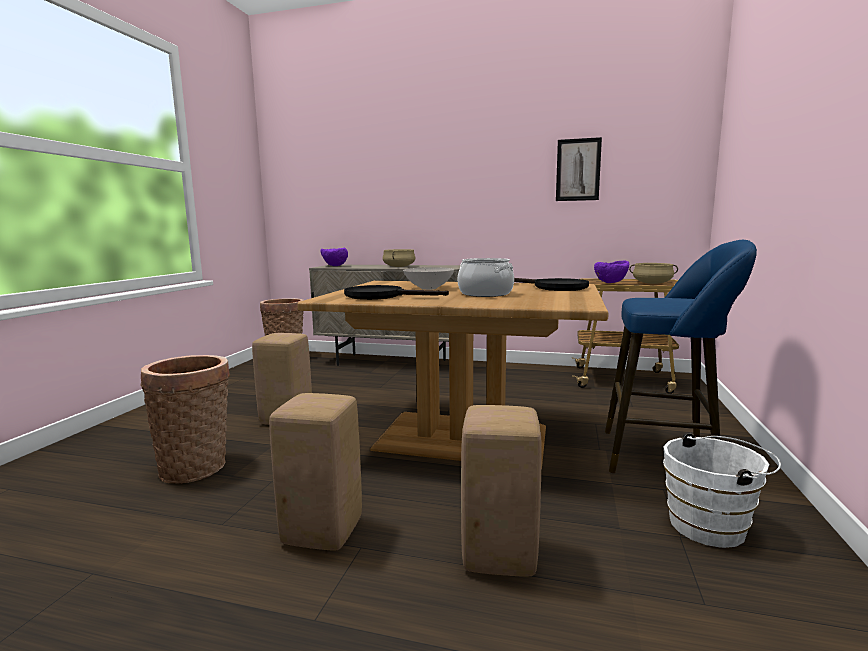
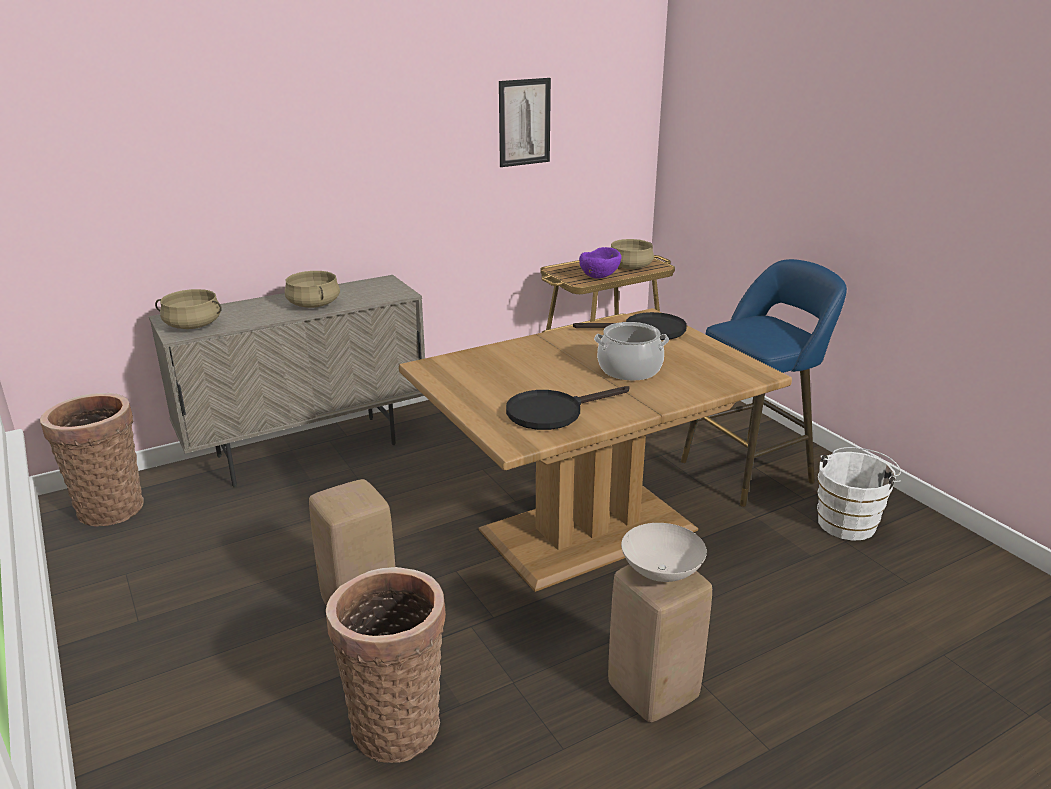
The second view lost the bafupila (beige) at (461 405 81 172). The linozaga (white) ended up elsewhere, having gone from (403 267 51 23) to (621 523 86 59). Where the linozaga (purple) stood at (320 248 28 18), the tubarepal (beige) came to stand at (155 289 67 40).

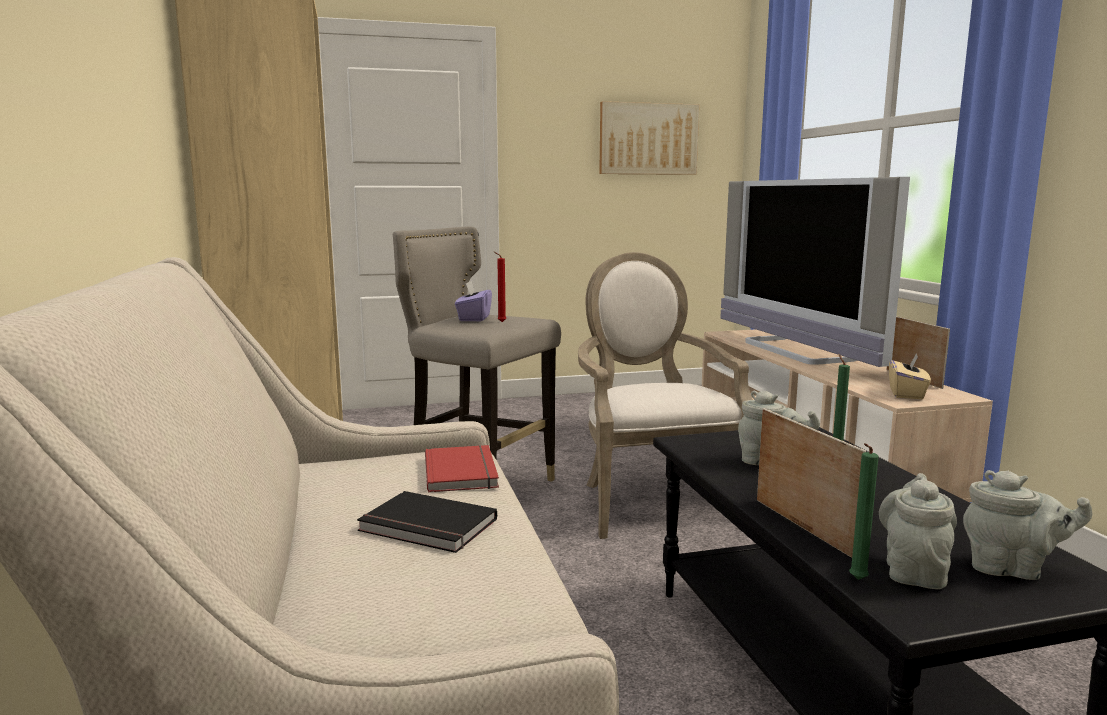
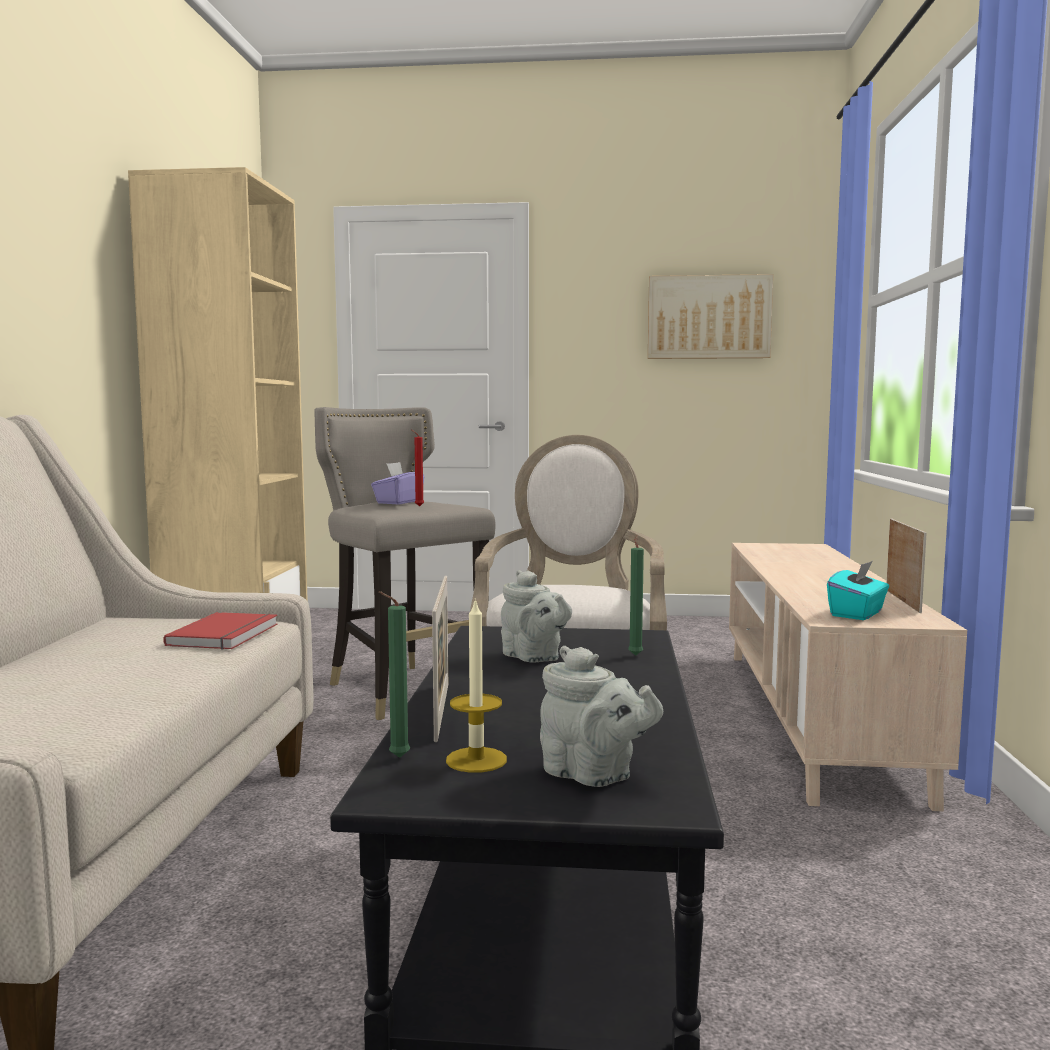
The second view lost the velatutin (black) at (357 491 140 62). The second view lost the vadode at (720 177 190 190). Where the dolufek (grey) stood at (879 473 78 116), the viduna came to stand at (446 598 61 175). What was the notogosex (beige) at (889 354 42 45) turned into the notogosex (turquoise) at (827 561 62 59).

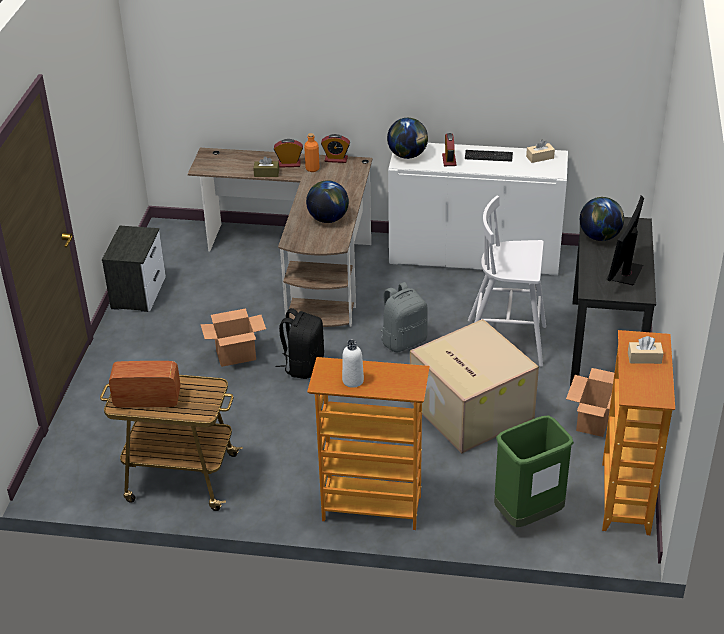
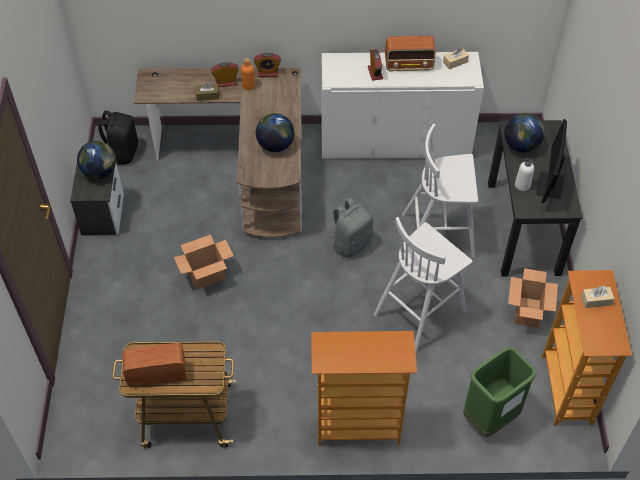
The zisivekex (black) ended up elsewhere, having gone from (276 308 48 71) to (98 110 40 55). The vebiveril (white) ended up elsewhere, having gone from (342 340 22 48) to (515 158 19 33). The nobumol ended up elsewhere, having gone from (387 118 41 41) to (77 141 39 38). Where the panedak stood at (410 319 129 134), the bafupila (white) came to stand at (374 217 98 136). Where the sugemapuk stood at (465 150 48 12), the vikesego came to stand at (385 36 51 35).

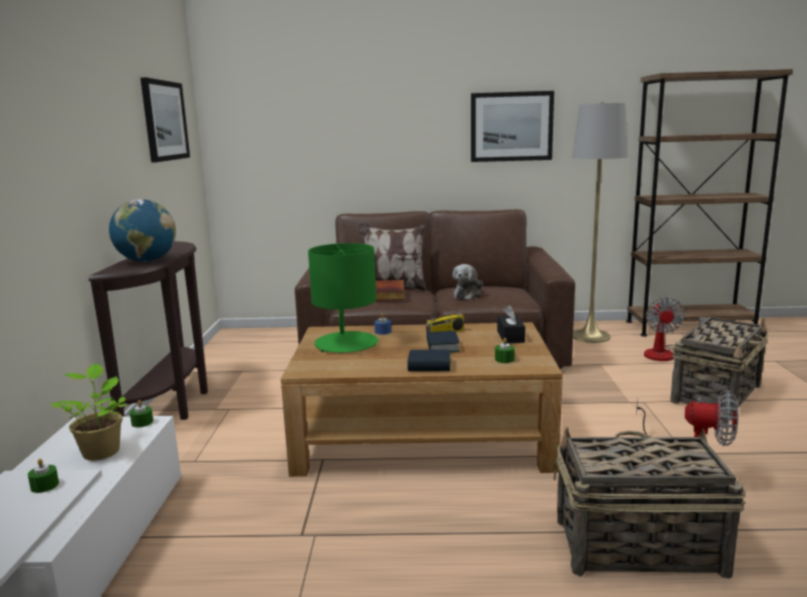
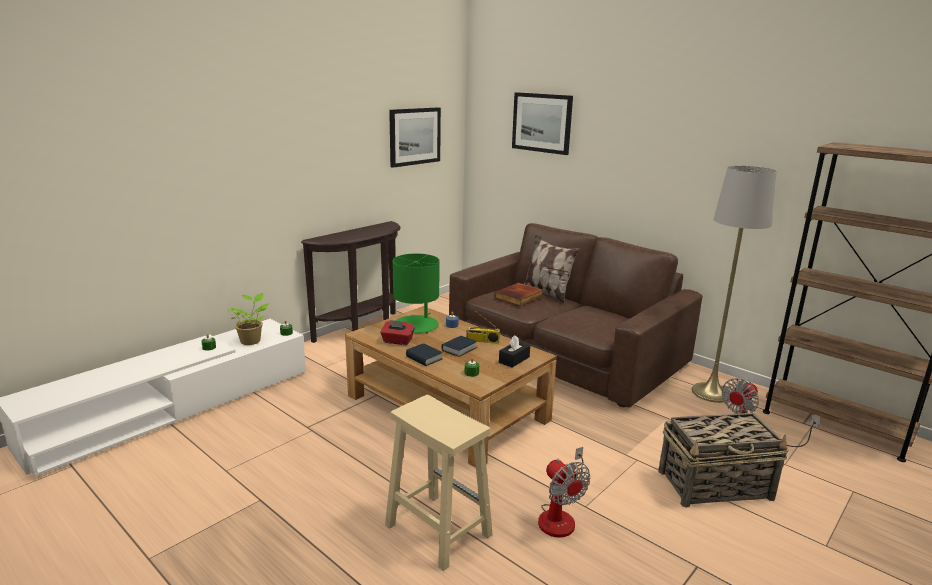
The second view lost the nobumol at (109 199 67 63). The second view lost the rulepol at (453 264 30 36). The second view gained the notogosex (red) at (380 320 35 25). The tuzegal ended up elsewhere, having gone from (471 91 83 71) to (512 92 61 63). Where the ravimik stood at (554 427 192 151), the bafupila (beige) came to stand at (385 395 108 176).

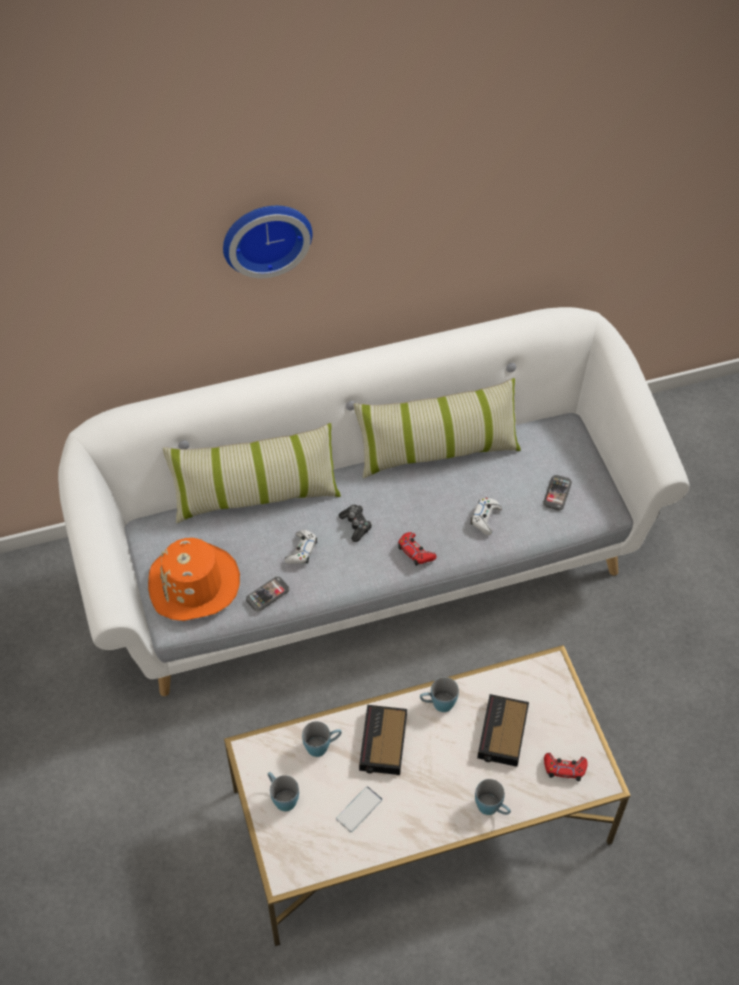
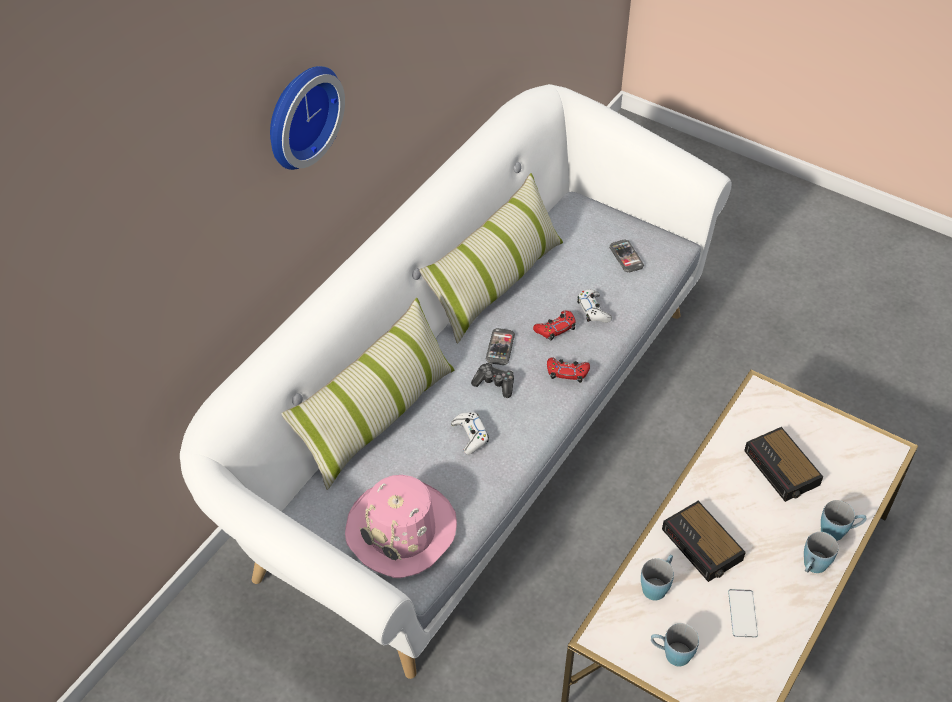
The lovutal ended up elsewhere, having gone from (246 577 43 35) to (486 328 29 37). The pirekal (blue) ended up elsewhere, having gone from (420 677 39 35) to (804 532 34 41). The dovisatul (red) ended up elsewhere, having gone from (544 753 44 28) to (533 311 43 30). What was the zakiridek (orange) at (148 538 92 83) turned into the zakiridek (pink) at (345 475 112 103).

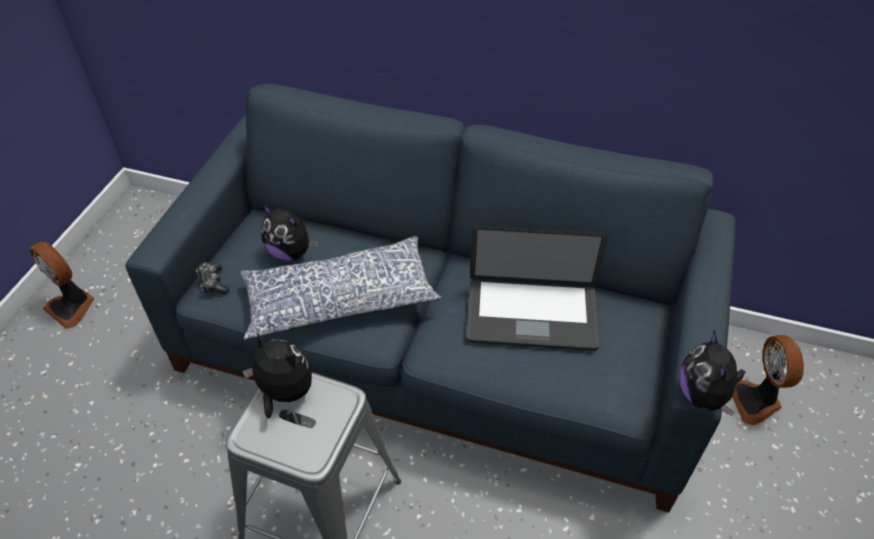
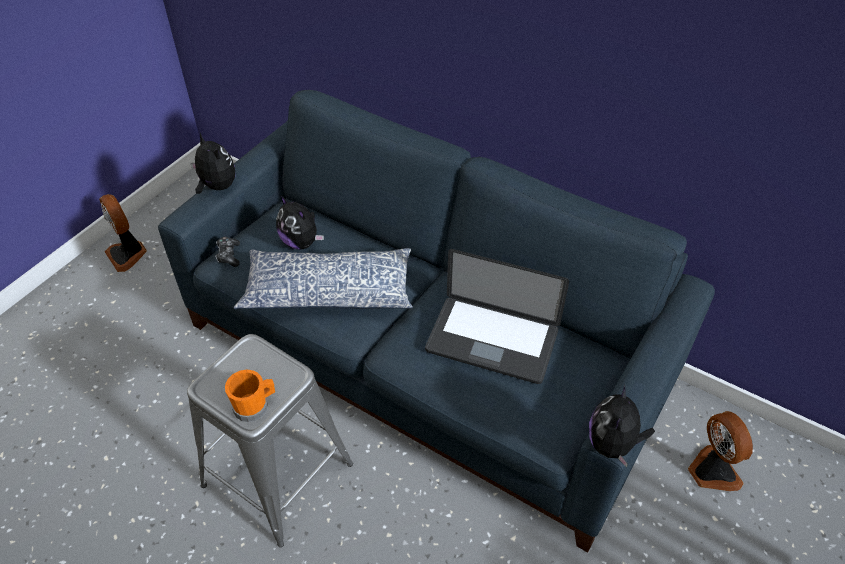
The second view gained the pirekal (orange) at (225 370 50 52). The rulepol ended up elsewhere, having gone from (242 332 70 87) to (191 133 44 61). The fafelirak at (732 335 72 90) ended up facing another way, 150 degrees clockwise from before.

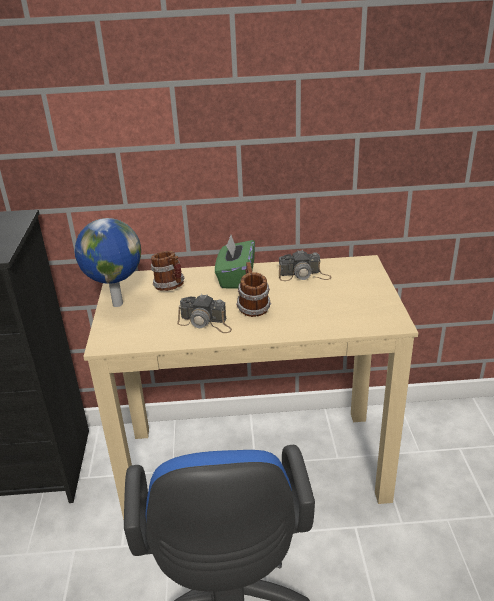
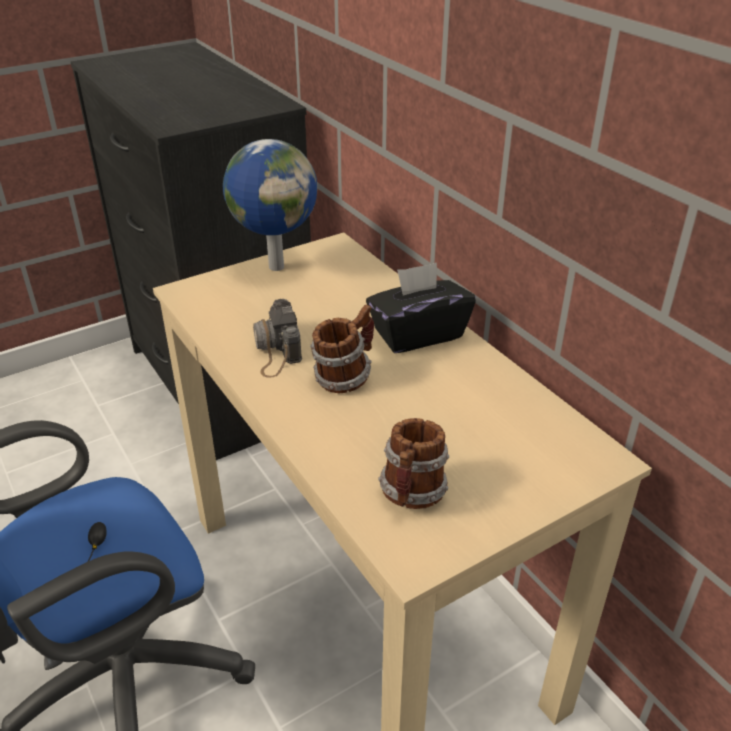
The second view lost the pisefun at (279 250 53 31). The pirekal ended up elsewhere, having gone from (151 251 34 40) to (378 418 71 91). What was the notogosex (green) at (215 235 40 54) turned into the notogosex (black) at (366 263 110 90).

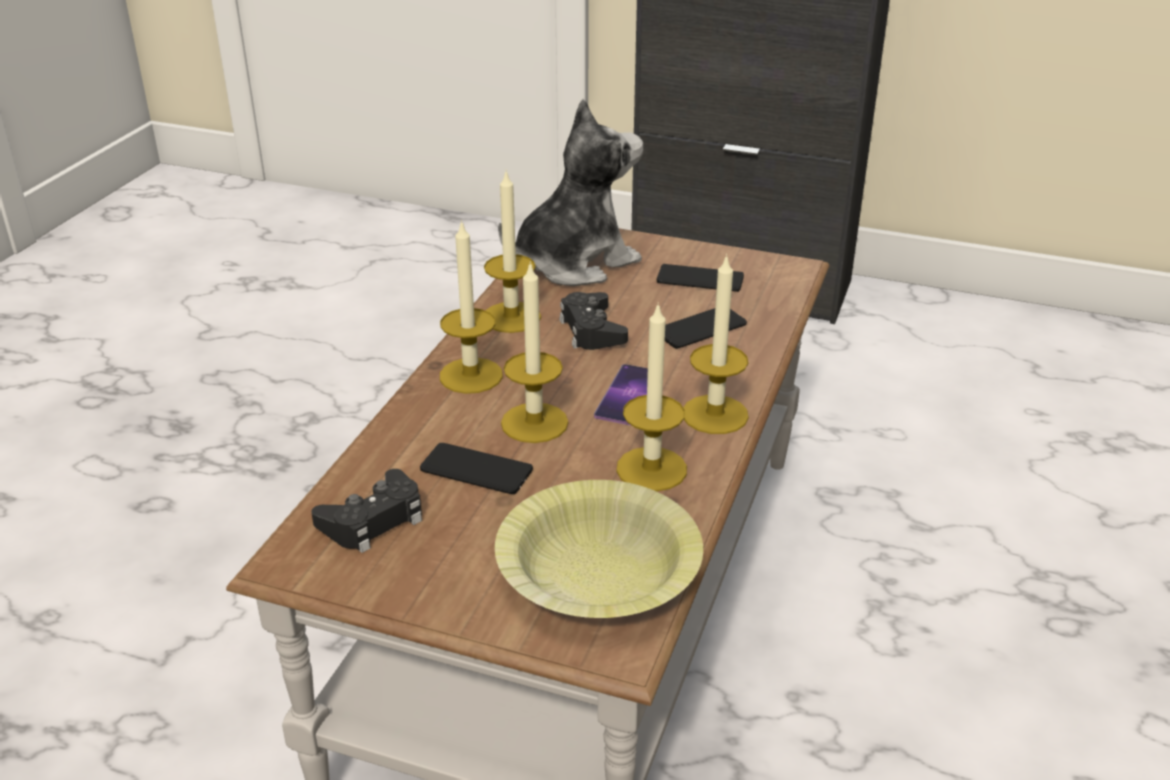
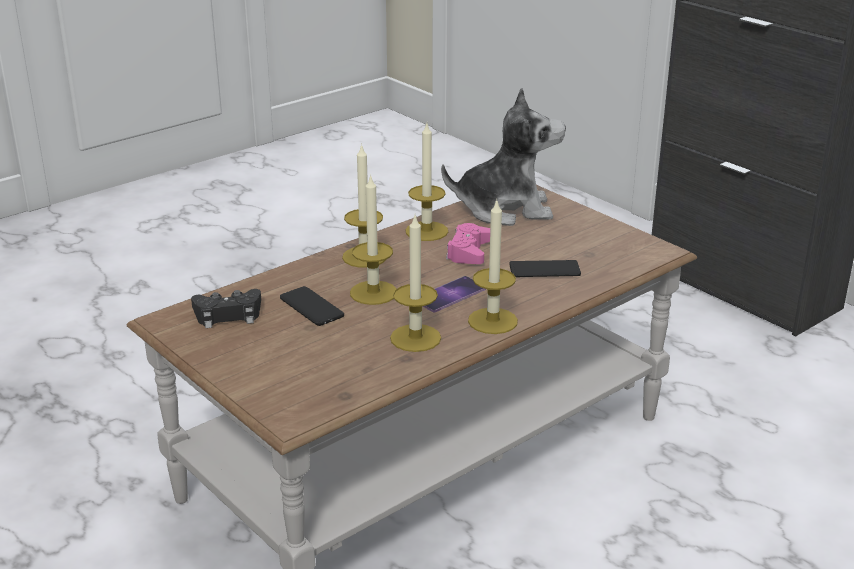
The second view lost the linozaga (yellow) at (495 480 208 138). The second view lost the lovutal at (657 264 87 28). What was the dovisatul (black) at (559 292 69 58) turned into the dovisatul (pink) at (446 223 44 41).

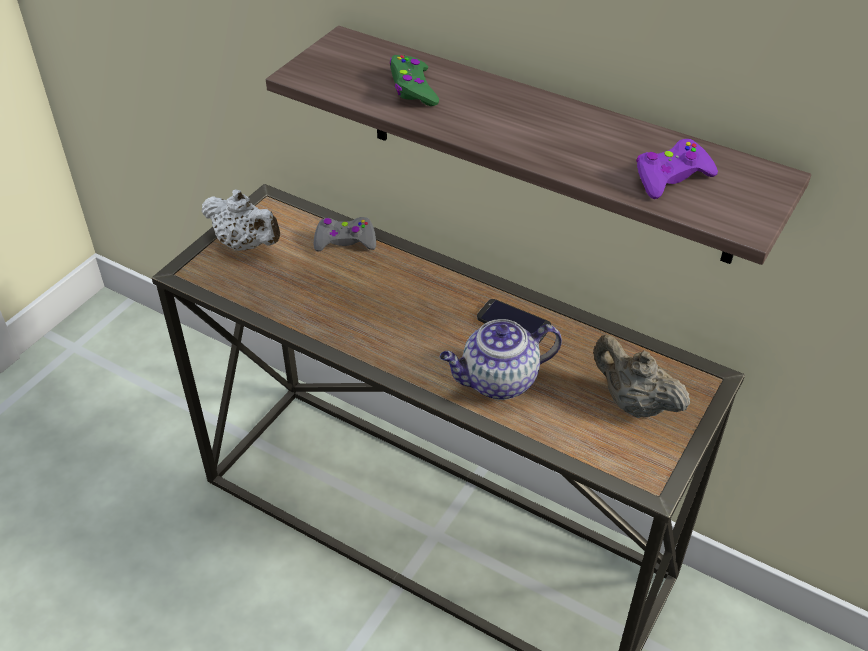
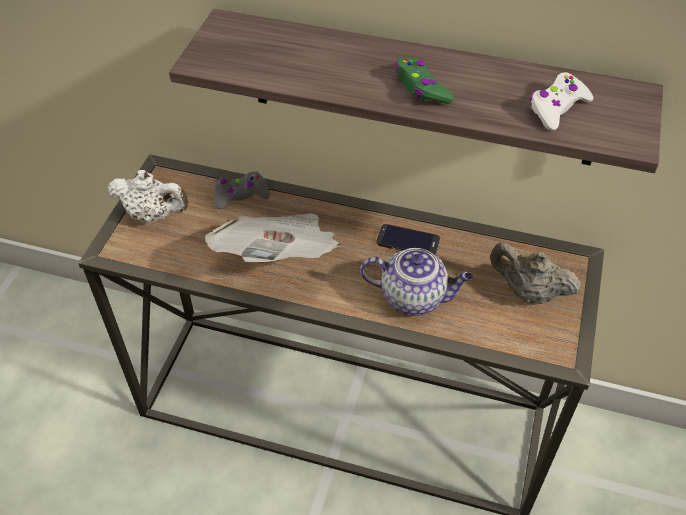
The second view gained the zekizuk at (205 213 135 50). The dovisatul (green) ended up elsewhere, having gone from (390 55 49 51) to (395 57 60 47). What was the dovisatul (purple) at (636 139 82 60) turned into the dovisatul (white) at (530 72 64 59). The dolufek at (440 319 122 81) ended up facing another way, 135 degrees counterclockwise from before.

